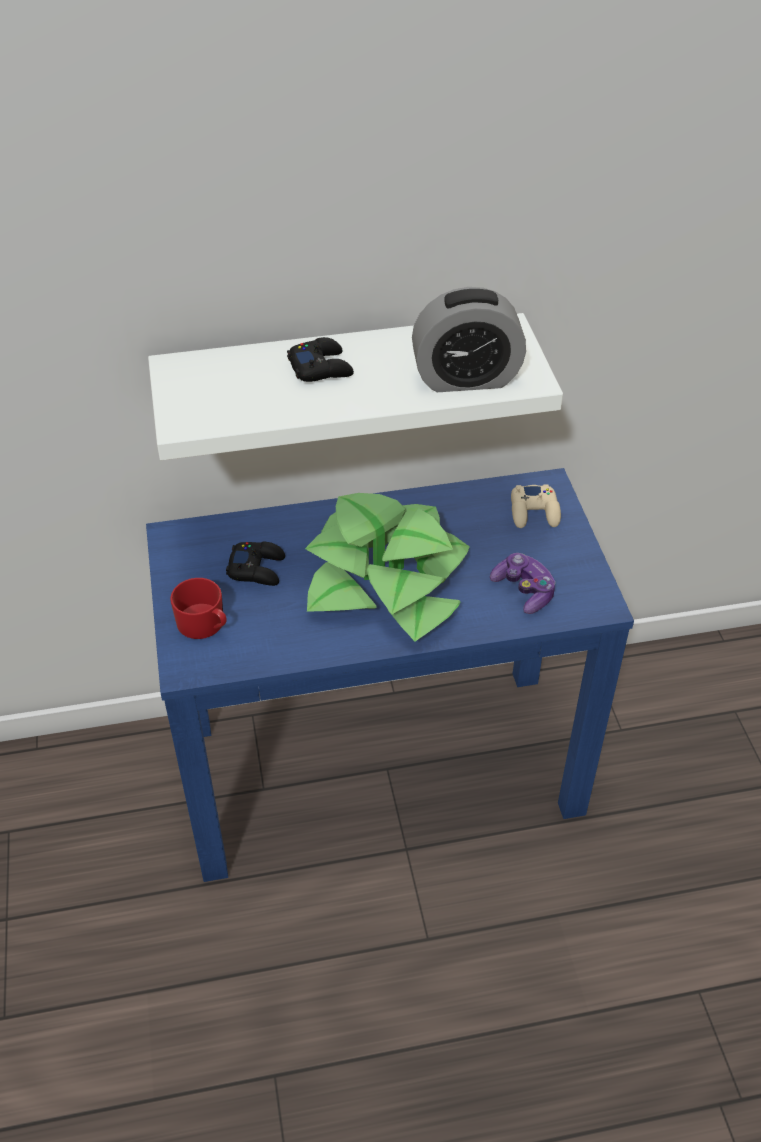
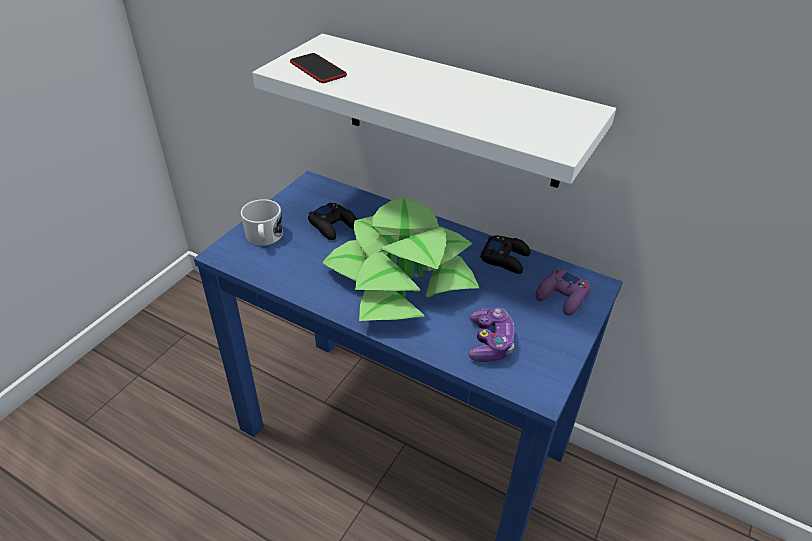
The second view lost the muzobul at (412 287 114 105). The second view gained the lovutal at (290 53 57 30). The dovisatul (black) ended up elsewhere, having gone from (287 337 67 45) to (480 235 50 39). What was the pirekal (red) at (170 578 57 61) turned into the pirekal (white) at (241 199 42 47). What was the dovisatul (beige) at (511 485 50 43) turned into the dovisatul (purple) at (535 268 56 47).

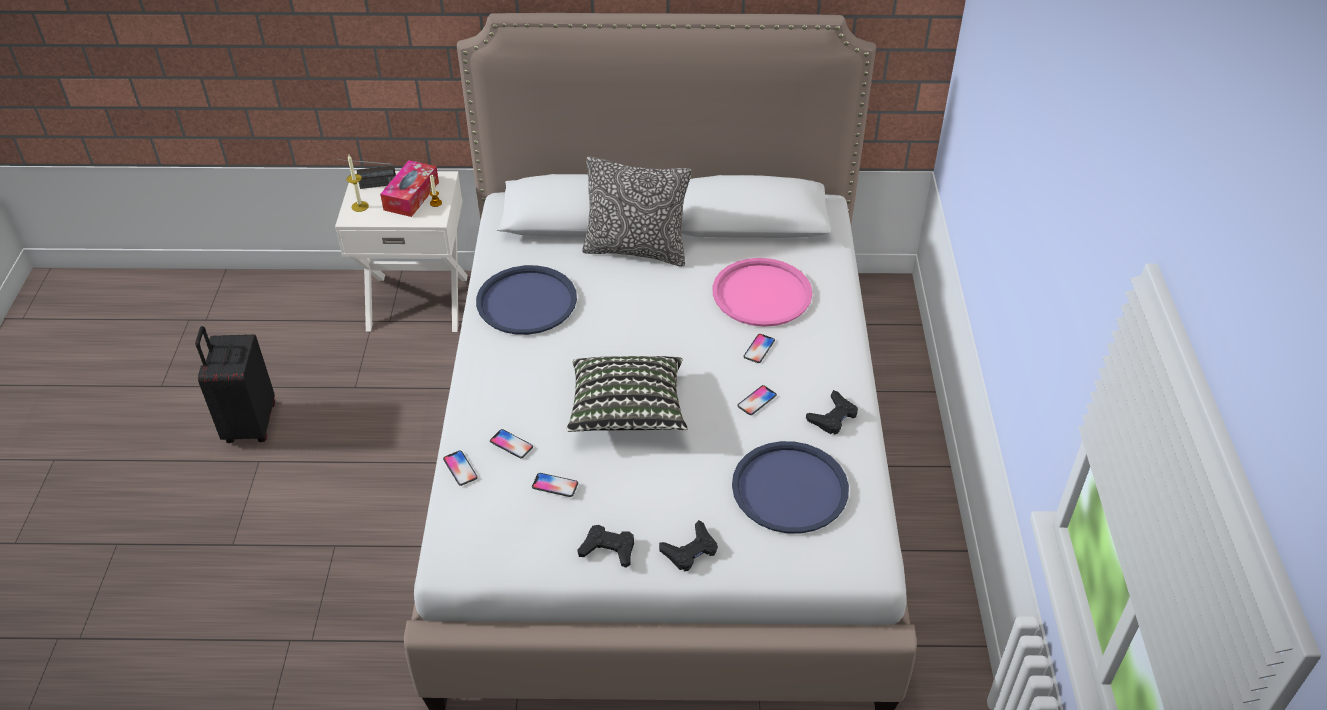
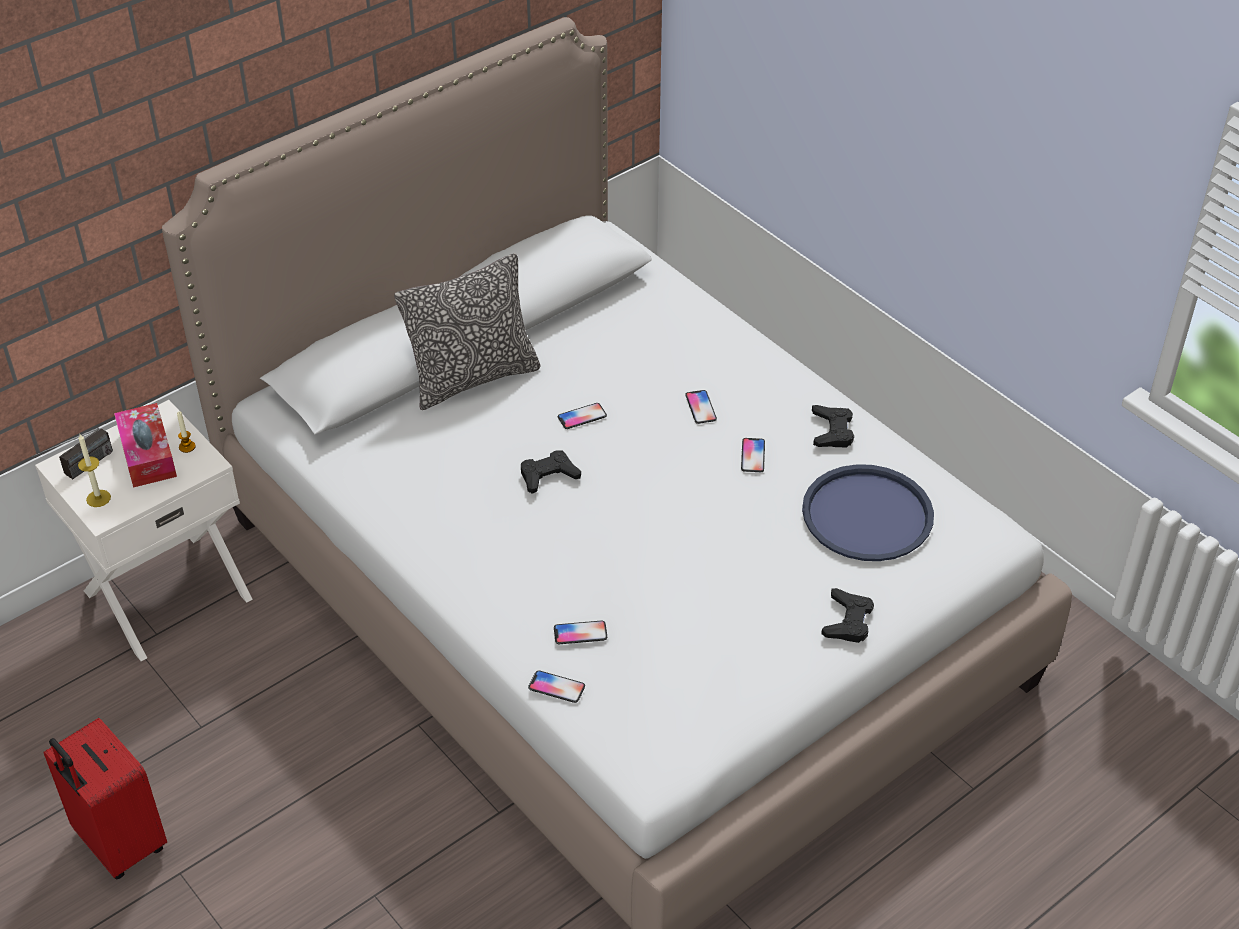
The second view lost the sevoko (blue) at (476 265 101 70). The second view lost the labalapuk at (566 356 121 76). The second view lost the sevoko (pink) at (713 258 99 69). The lovutal ended up elsewhere, having gone from (532 473 46 24) to (558 403 49 26). The dovisatul (black) ended up elsewhere, having gone from (577 525 57 43) to (521 450 60 44). What was the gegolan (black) at (195 326 80 117) turned into the gegolan (red) at (43 718 124 161).

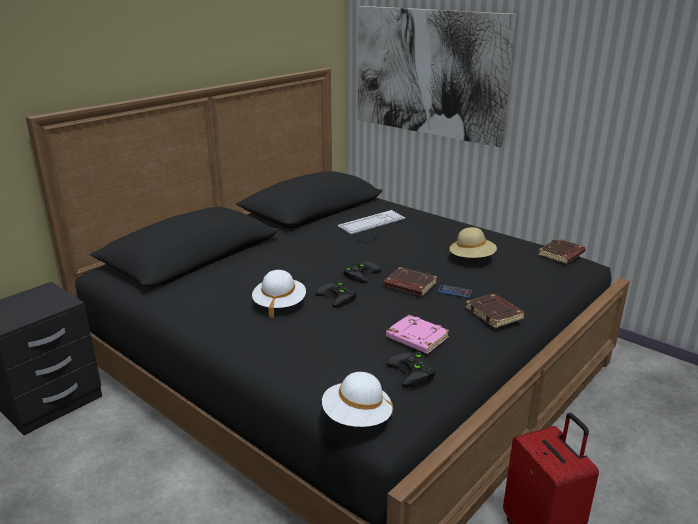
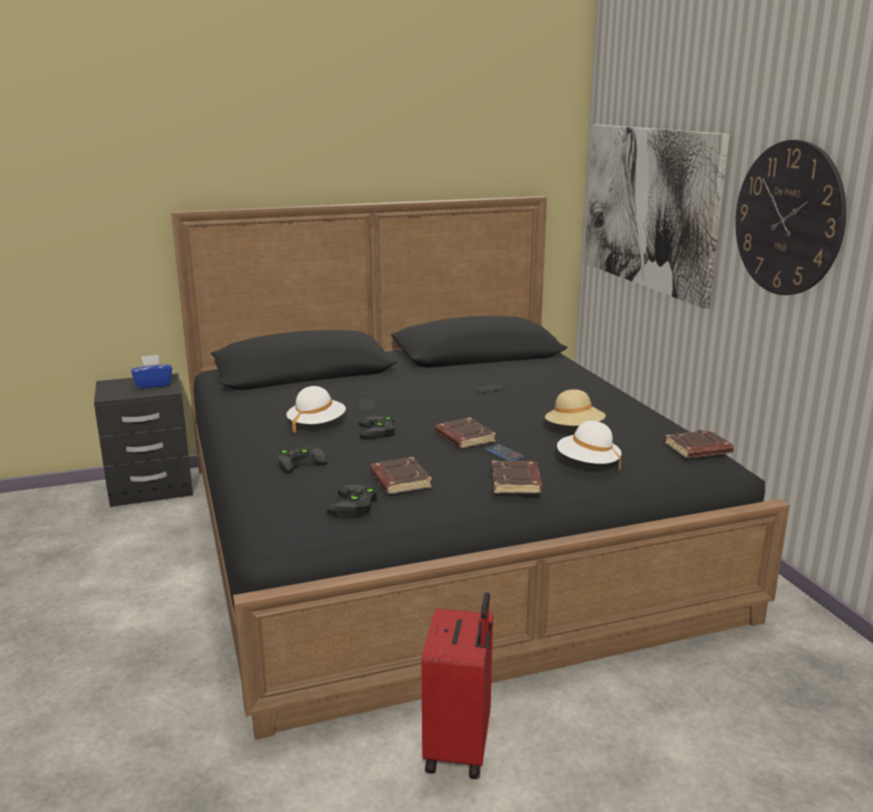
The second view lost the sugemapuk at (337 210 68 24). The second view gained the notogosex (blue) at (131 354 41 35). The second view gained the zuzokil at (735 140 111 155). The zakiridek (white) ended up elsewhere, having gone from (322 372 71 55) to (557 421 65 50). The dovisatul (black) ended up elsewhere, having gone from (343 261 38 22) to (278 445 49 28). What was the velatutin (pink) at (386 315 63 39) turned into the velatutin (brown) at (370 457 62 37).

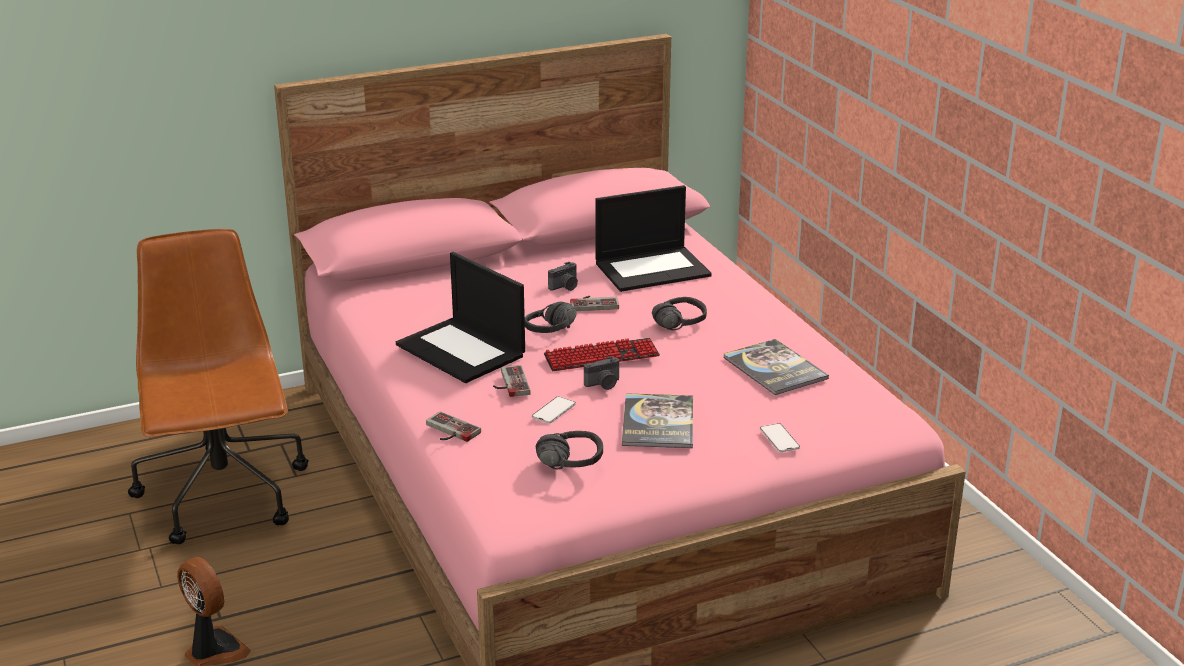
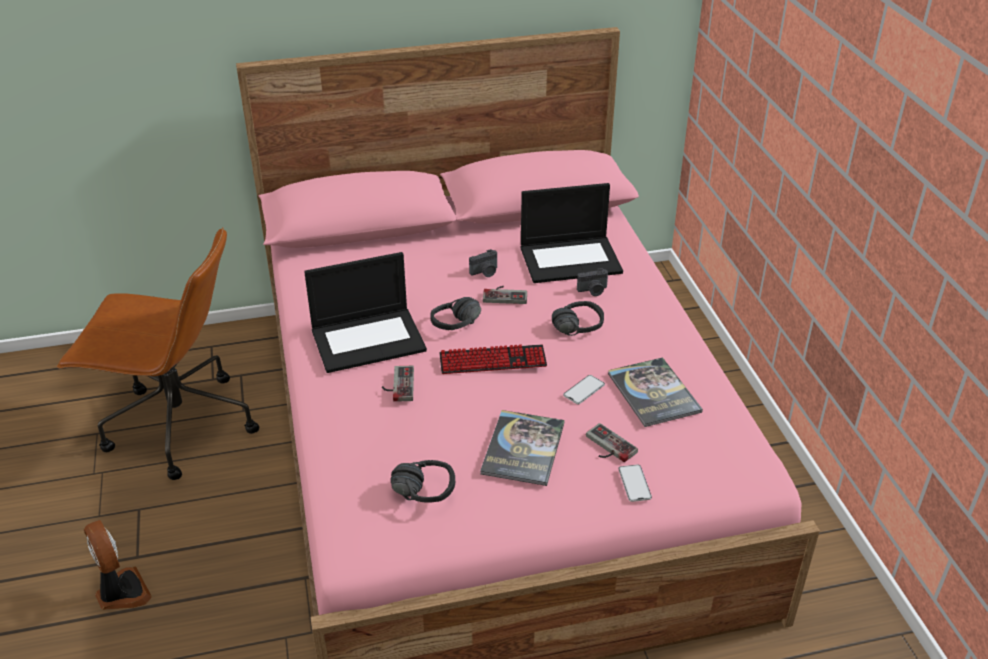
The dovisatul ended up elsewhere, having gone from (426 412 55 30) to (586 423 52 39). The lovutal ended up elsewhere, having gone from (532 396 44 28) to (563 375 42 29). The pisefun ended up elsewhere, having gone from (584 356 35 34) to (577 268 31 28). The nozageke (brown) at (128 229 180 315) ended up facing another way, 105 degrees clockwise from before. The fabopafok at (396 252 129 131) ended up facing another way, 75 degrees counterclockwise from before.

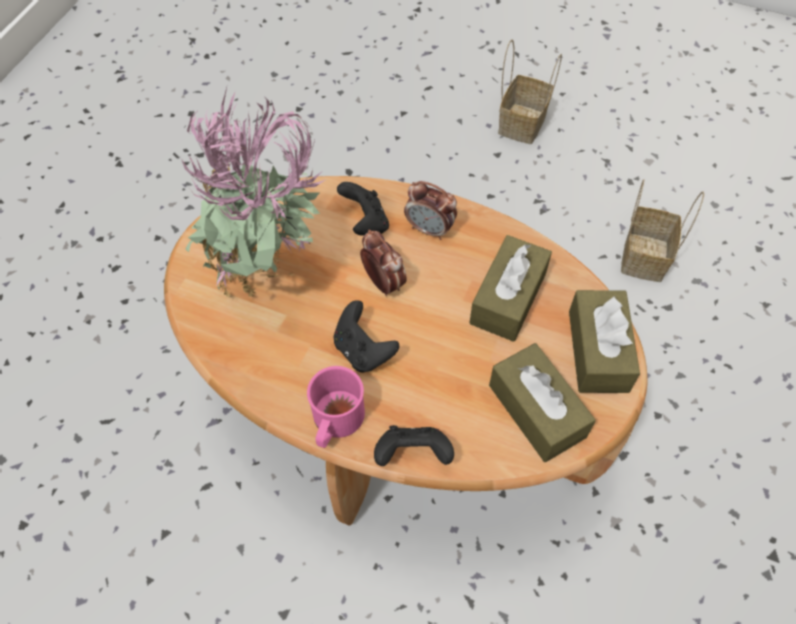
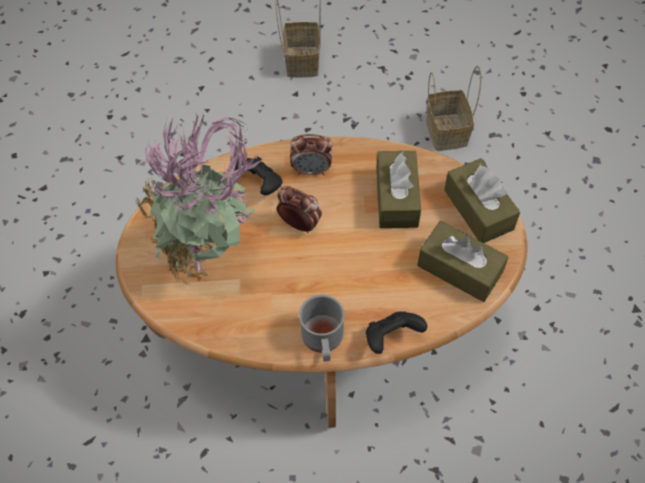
The second view lost the dovisatul (black) at (334 300 65 73). What was the pirekal (pink) at (307 366 58 82) turned into the pirekal (grey) at (299 294 45 67).

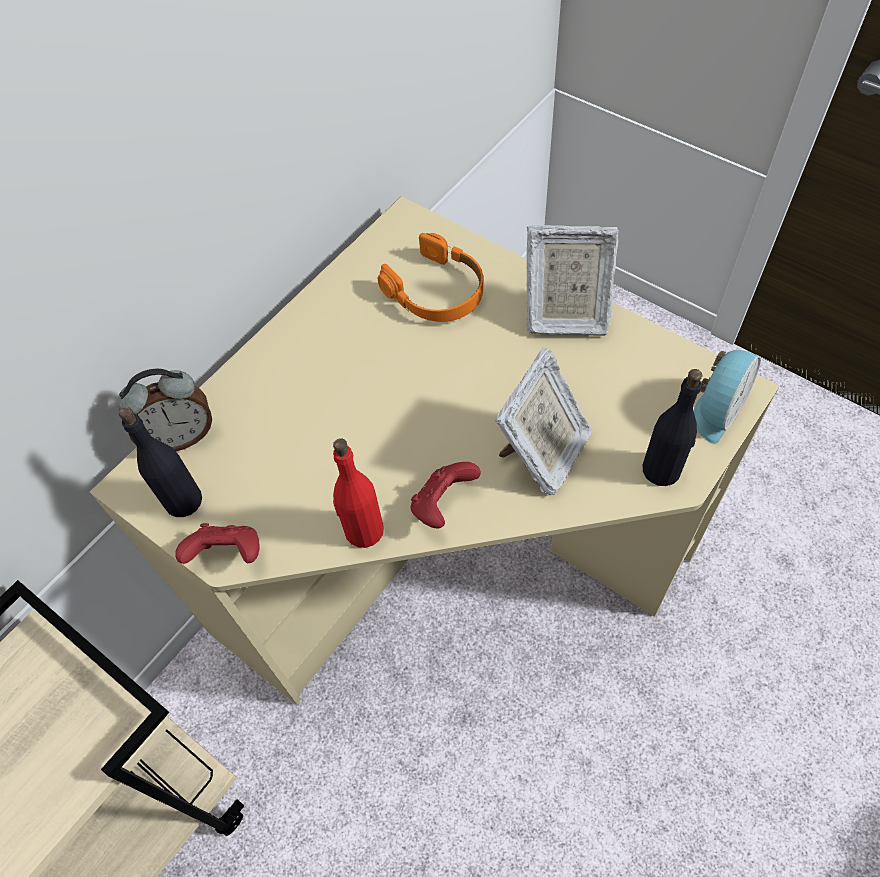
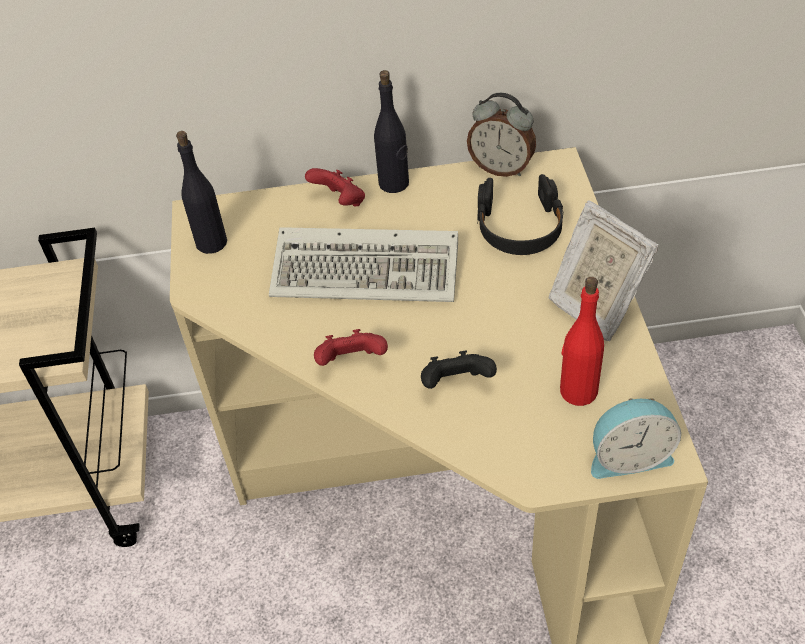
The second view gained the sugemapuk at (269 227 189 75). The muzobul ended up elsewhere, having gone from (117 369 95 82) to (467 93 69 84). The dovisatul (red) ended up elsewhere, having gone from (175 523 84 41) to (305 168 60 39). The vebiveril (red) ended up elsewhere, having gone from (333 439 51 109) to (560 277 44 129). The vebiveril (black) ended up elsewhere, having gone from (643 369 59 117) to (374 70 35 123). Where the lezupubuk stood at (495 348 98 148), the dovisatul (black) came to stand at (421 350 76 39). What was the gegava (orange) at (378 233 105 89) turned into the gegava (black) at (478 174 85 81).

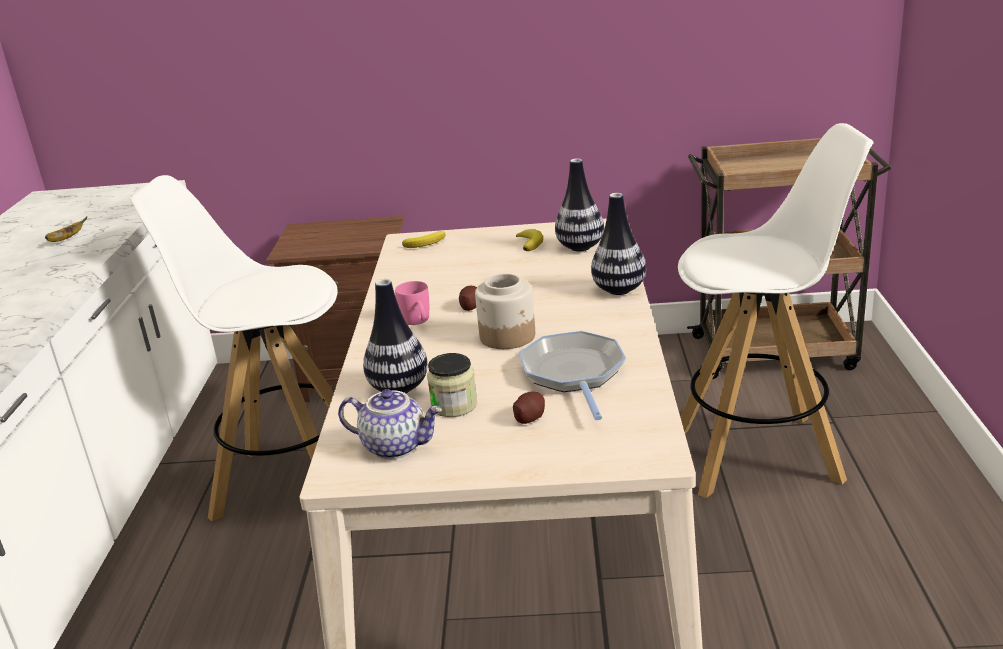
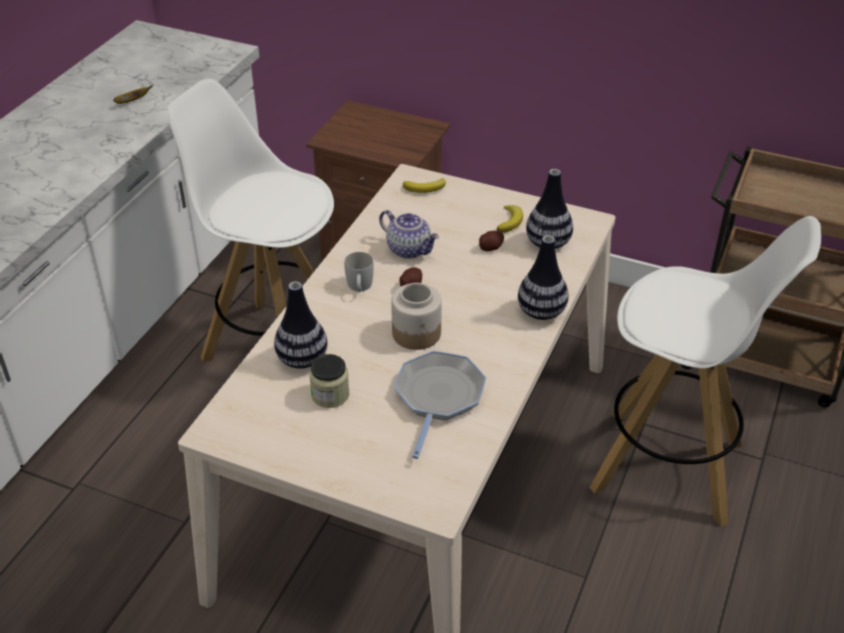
The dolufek ended up elsewhere, having gone from (338 389 104 70) to (379 210 60 49). The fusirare ended up elsewhere, having gone from (513 391 32 33) to (479 231 25 20). What was the pirekal (pink) at (395 281 34 44) turned into the pirekal (white) at (344 252 30 40).

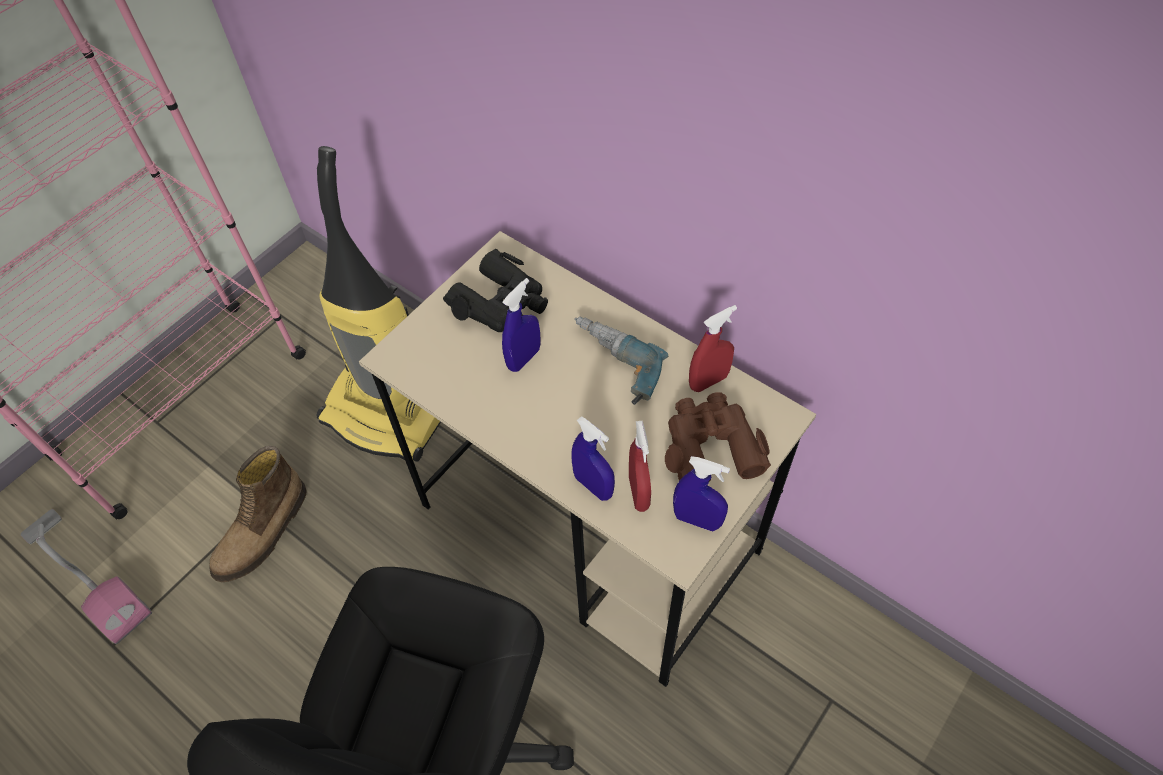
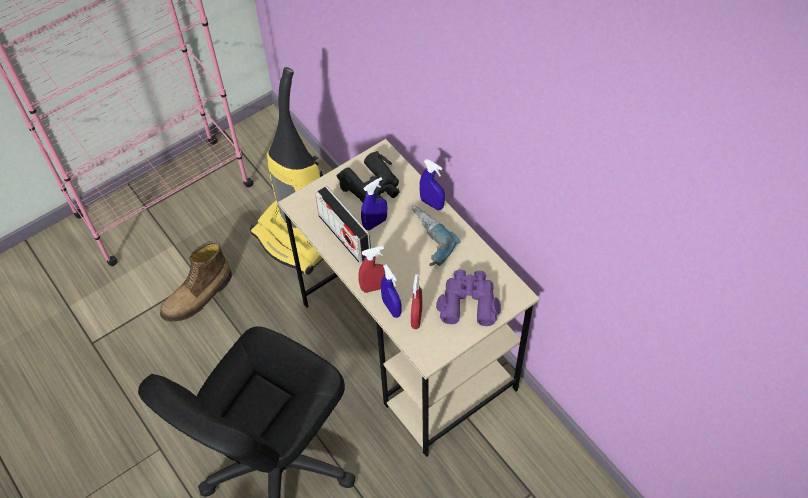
The second view lost the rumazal at (21 509 131 135). The second view gained the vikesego at (315 186 56 77). The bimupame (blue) ended up elsewhere, having gone from (673 456 57 75) to (419 159 26 51). The bimupame (red) ended up elsewhere, having gone from (689 305 48 87) to (358 246 27 47). What was the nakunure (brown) at (665 392 106 90) turned into the nakunure (purple) at (436 270 65 56).

